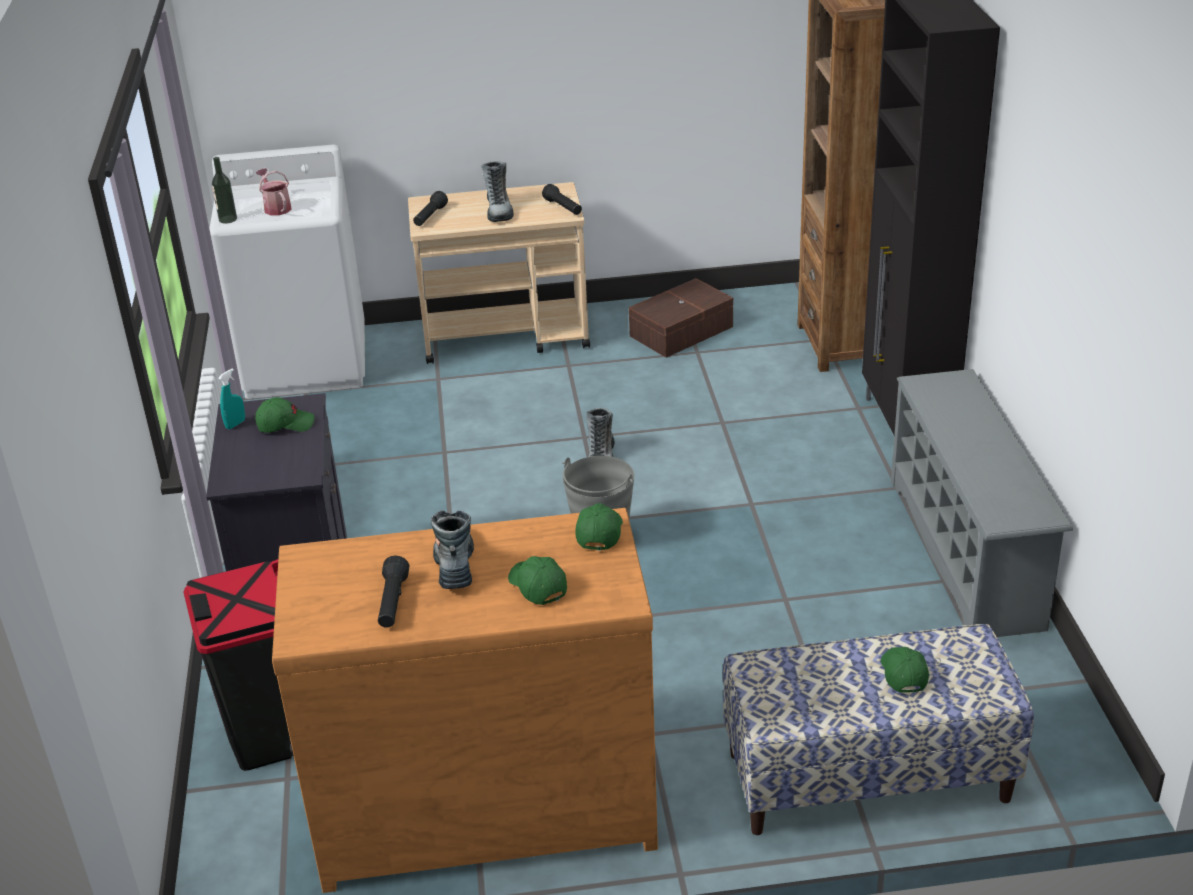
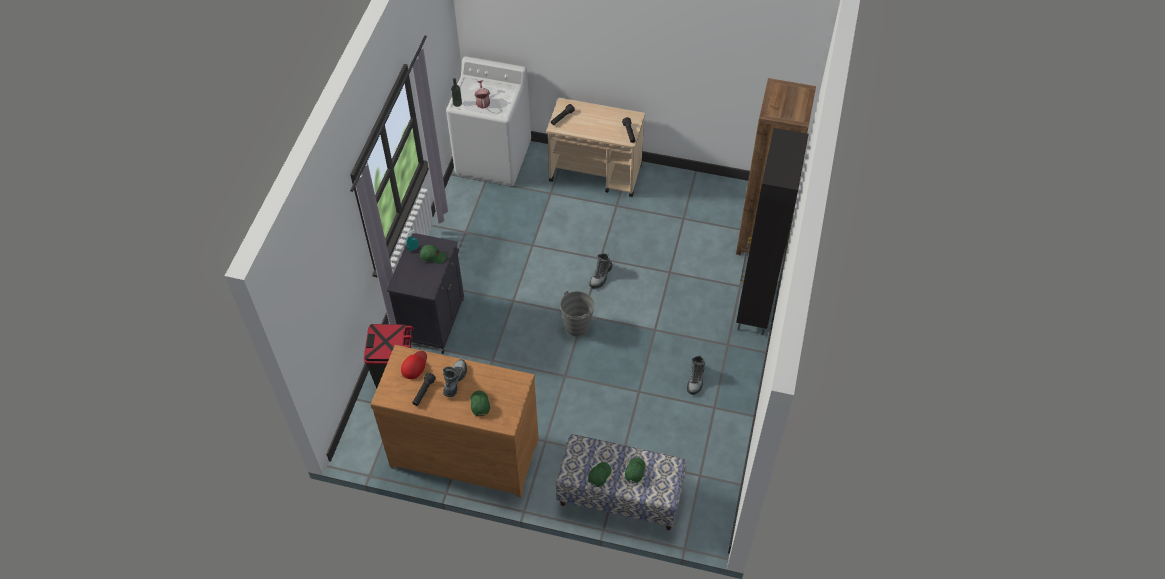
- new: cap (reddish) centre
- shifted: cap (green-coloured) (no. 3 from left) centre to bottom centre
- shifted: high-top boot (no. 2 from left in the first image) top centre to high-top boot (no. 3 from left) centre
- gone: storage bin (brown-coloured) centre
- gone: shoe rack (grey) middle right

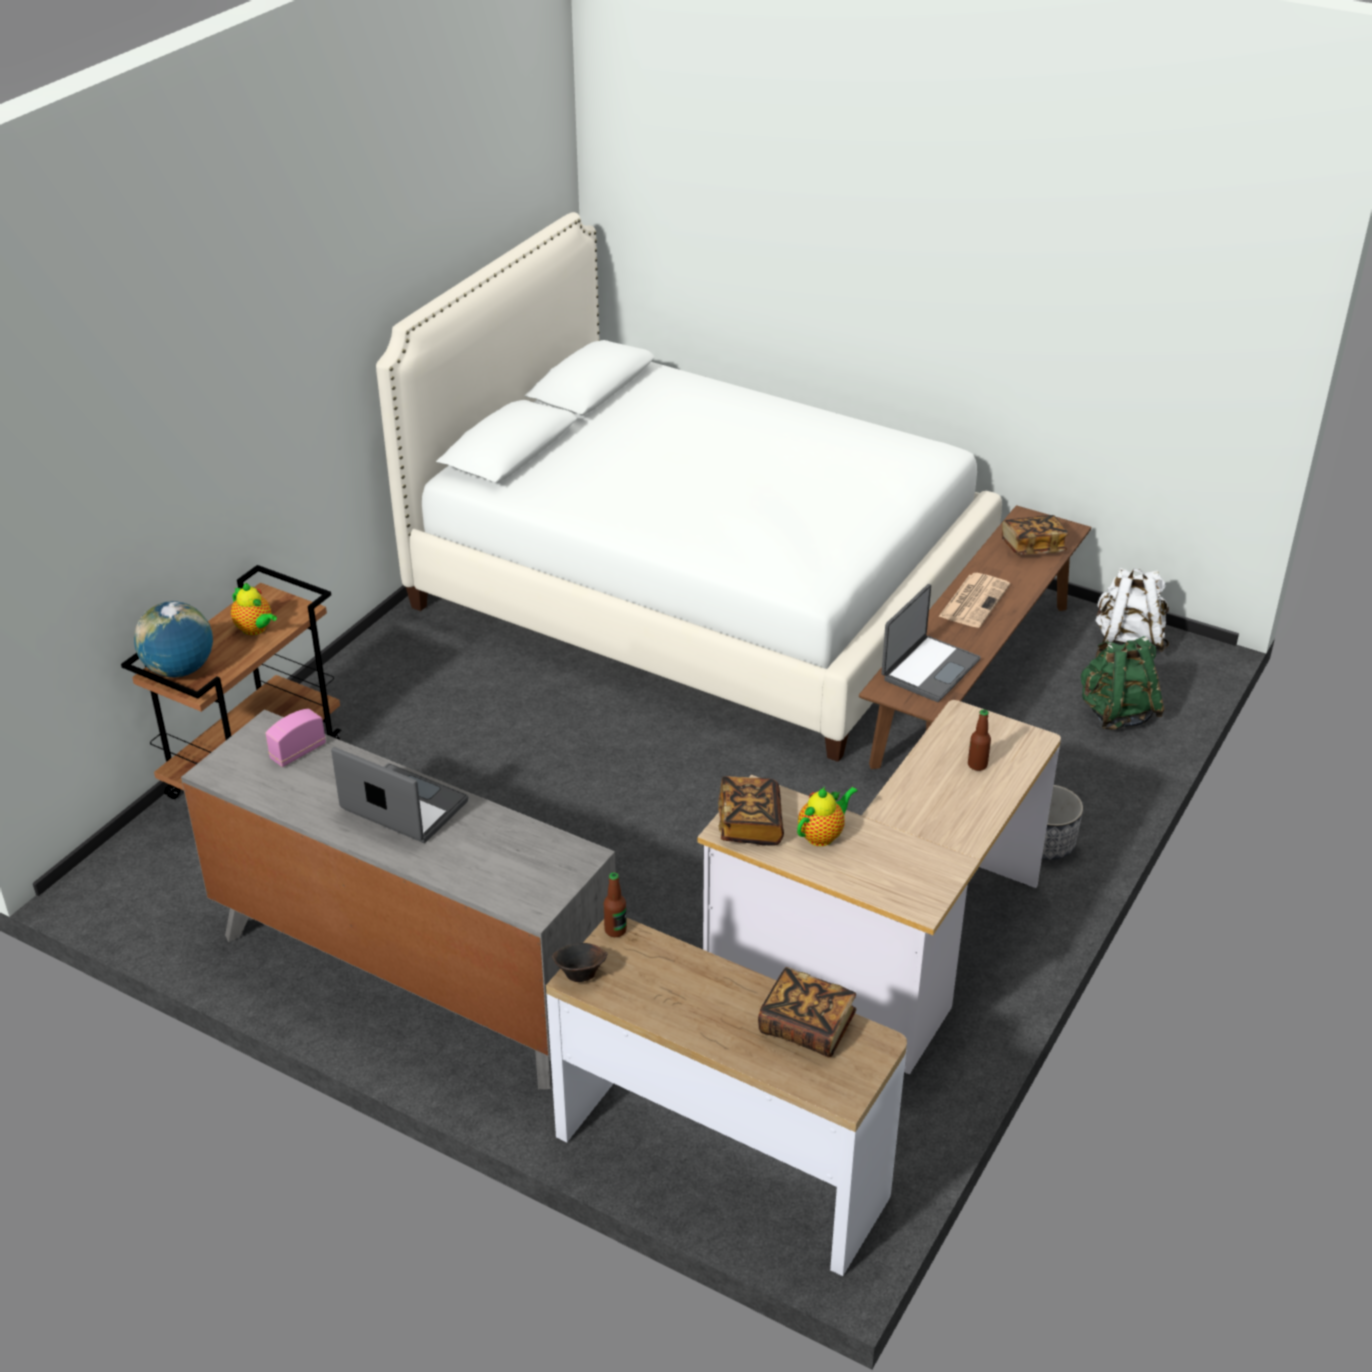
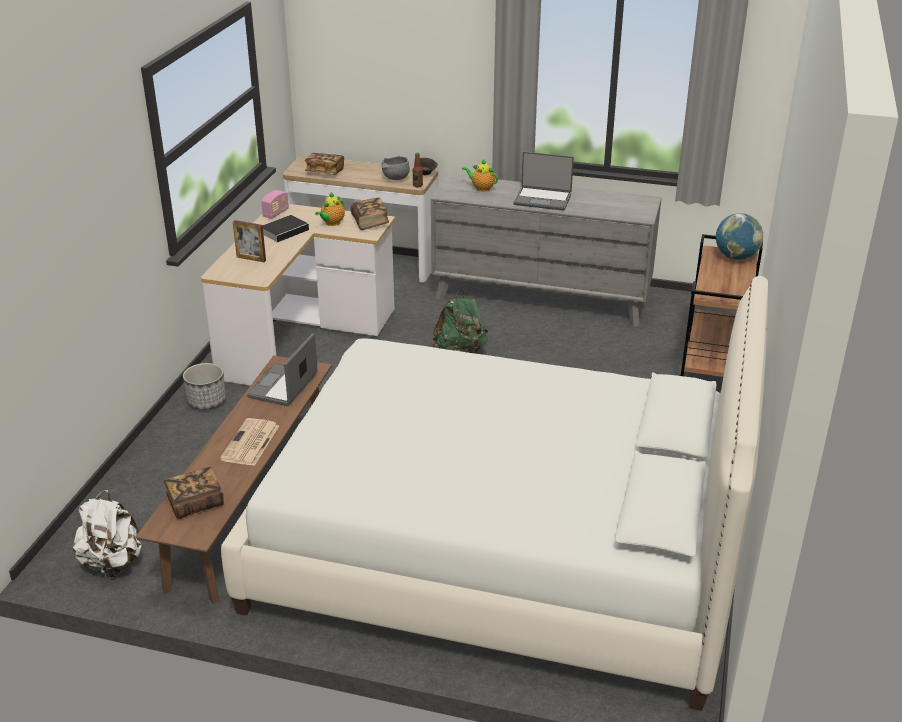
- swapped: drink bottle (no. 2 from left) middle right to standing frame middle left
- shifted: radio set middle left to top left
- new: volume (no. 2 from left) top left
- new: bowl (grey) top centre
- shifted: rucksack (green-coloured) middle right to centre
- shifted: pot for tea (no. 1 from left in the first image) middle left to pot for tea (no. 2 from left) top centre

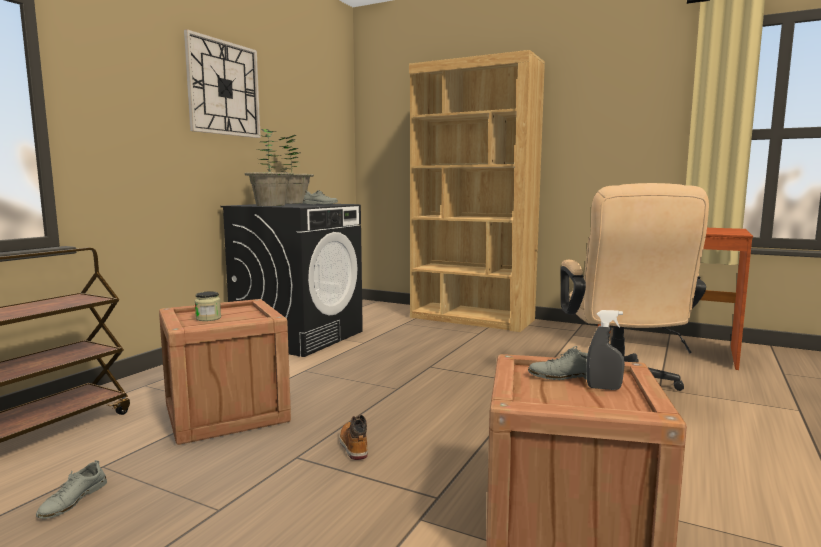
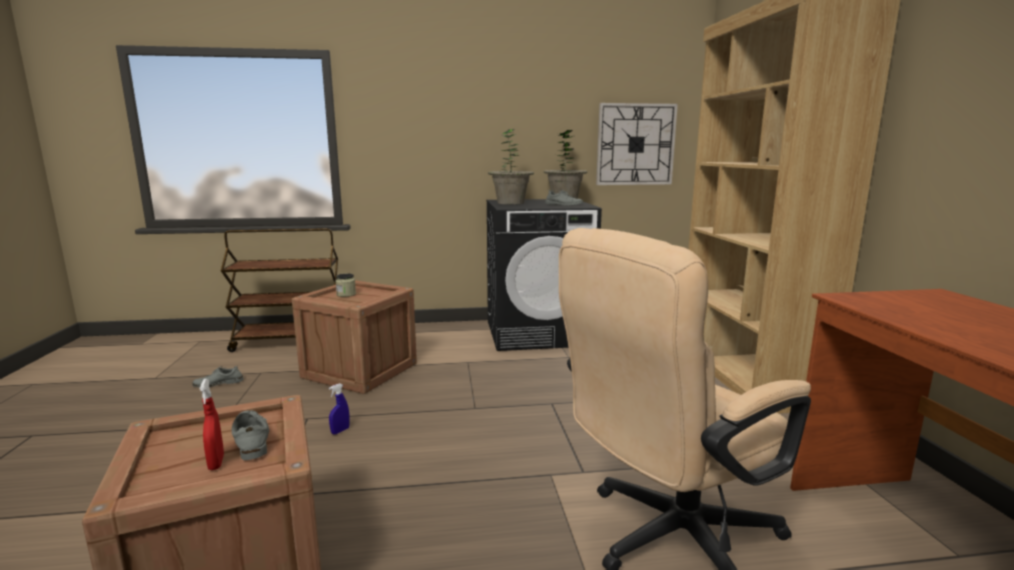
- repainted: hand sprayer (grey) middle right to hand sprayer (reddish) bottom left
- swapped: high-top boot bottom centre to hand sprayer (blue) bottom centre
- shifted: clock on the wall top left to top centre

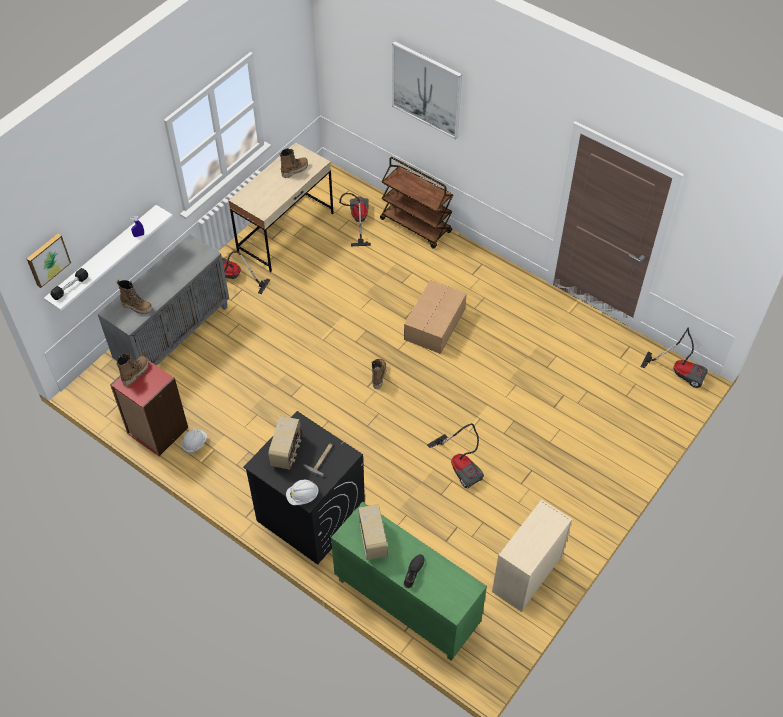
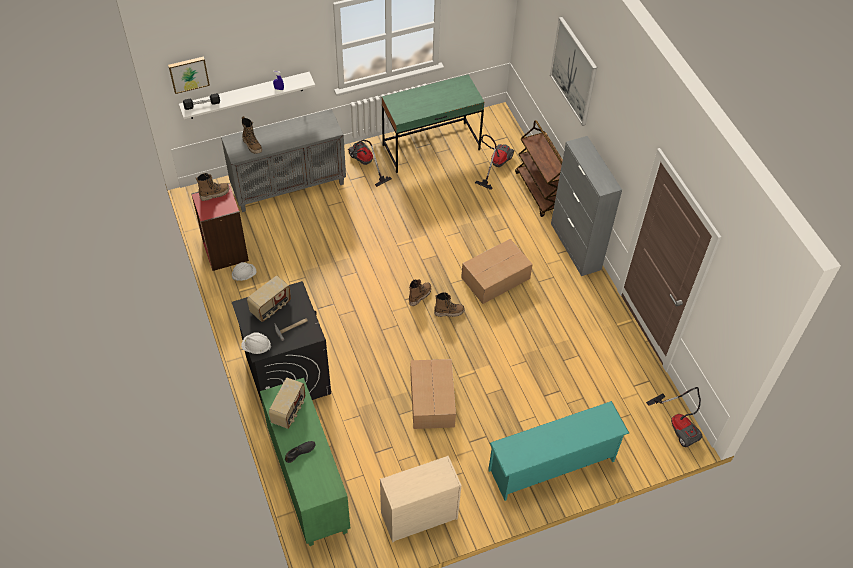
- repainted: desk table (beige) top centre to desk table (green-coloured) top centre
- swapped: vacuum cleaner (no. 3 from left) centre to packing box (no. 1 from left) bottom centre
- shifted: high-top boot (no. 3 from left in the first image) top centre to high-top boot (no. 4 from left) centre
- new: shoe rack (turquoise-coloured) bottom centre
- new: cabinet (grey) (no. 2 from left) middle right

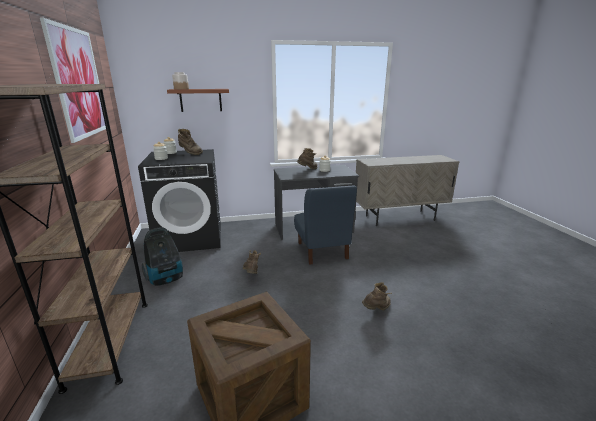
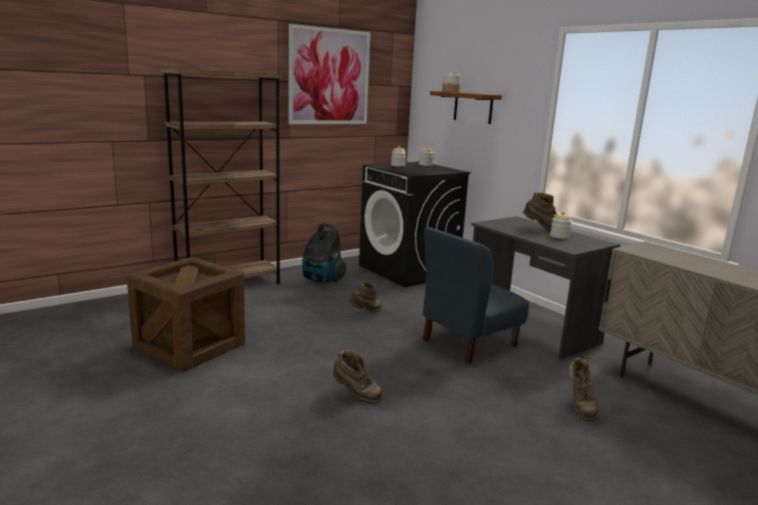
- shifted: high-top boot (brown-coloured) (no. 1 from left in the first image) middle left to high-top boot (brown-coloured) (no. 4 from left) bottom right

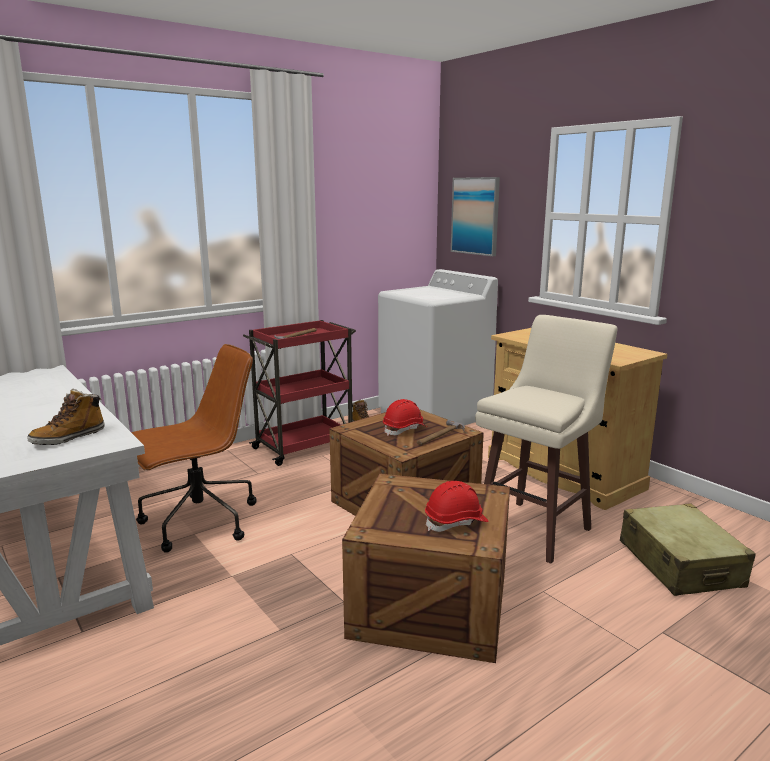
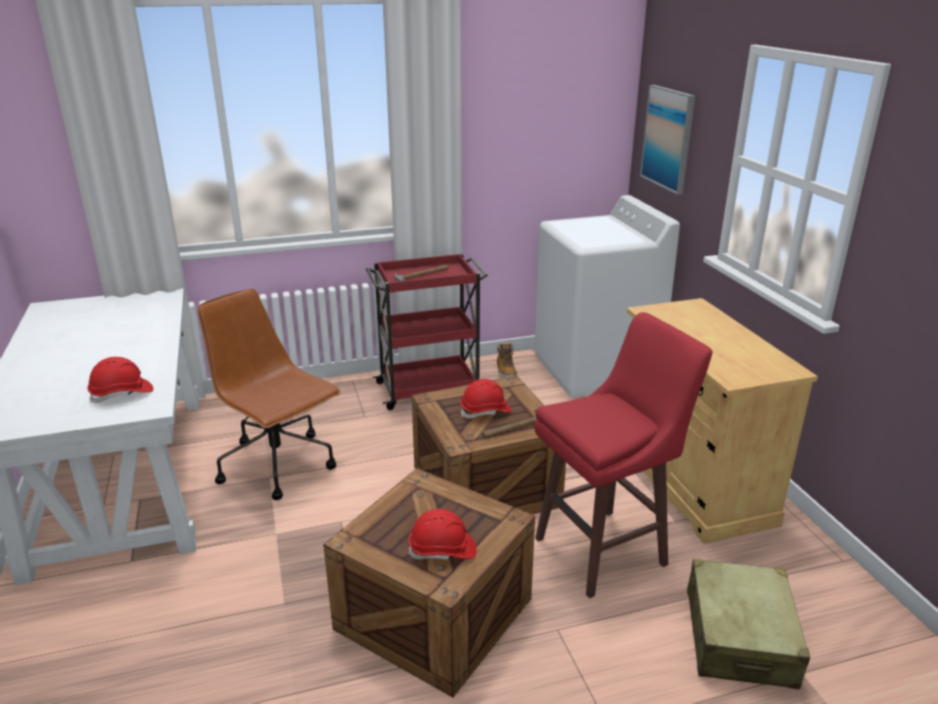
- swapped: high-top boot (no. 1 from left) middle left to hard hat (reddish) (no. 1 from left) middle left
- rotated: computer chair (brown-coloured) middle left = middle left 120 degrees counterclockwise
- repainted: stool seat (beige) middle right to stool seat (reddish) centre

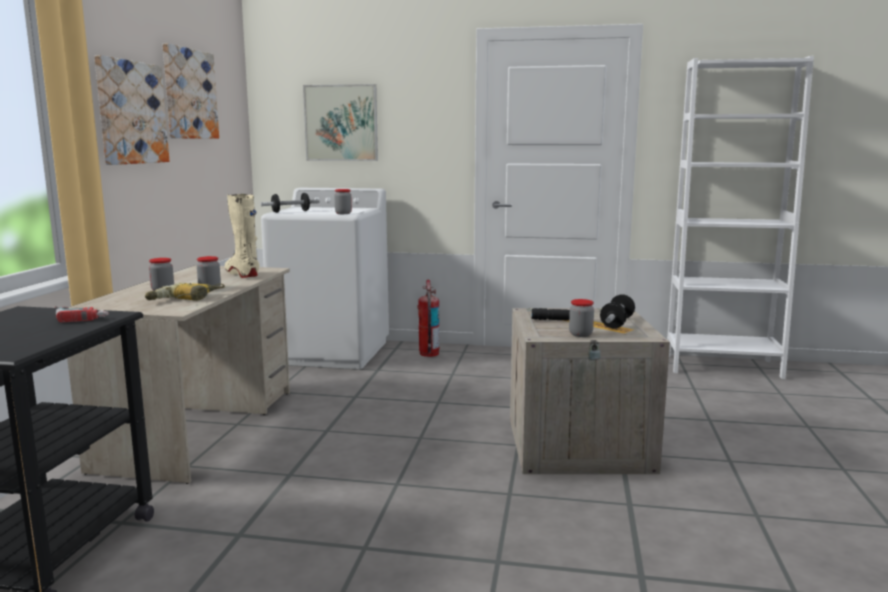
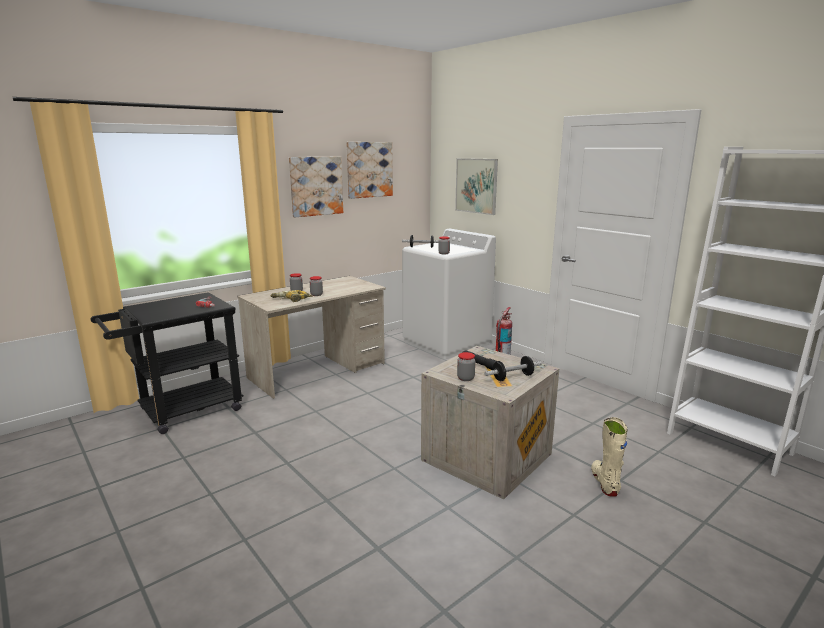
- shifted: high-top boot (beige) middle left to bottom right

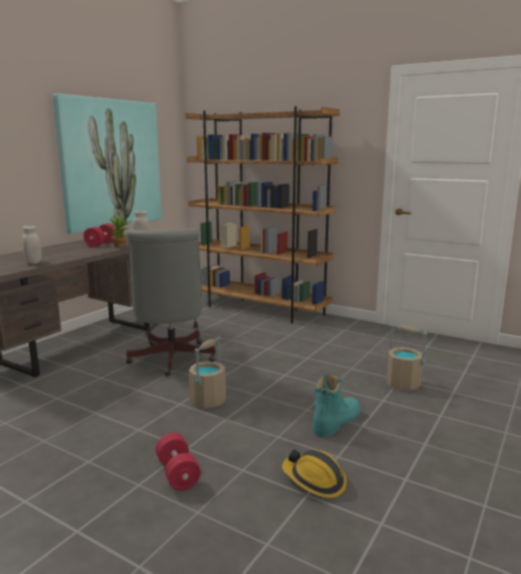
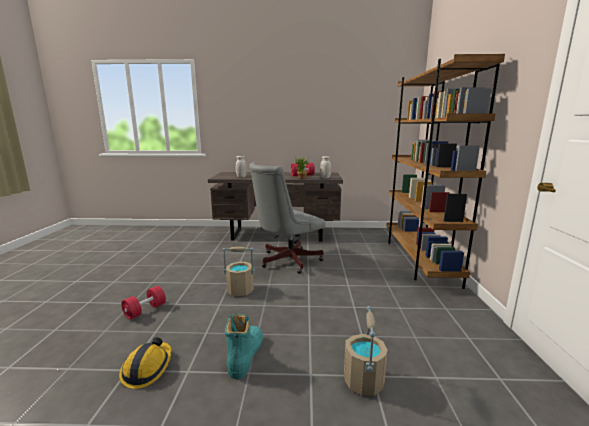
- rotated: high-top boot (turquoise-coloured) bottom centre = bottom centre 90 degrees counterclockwise
- gone: picture top left

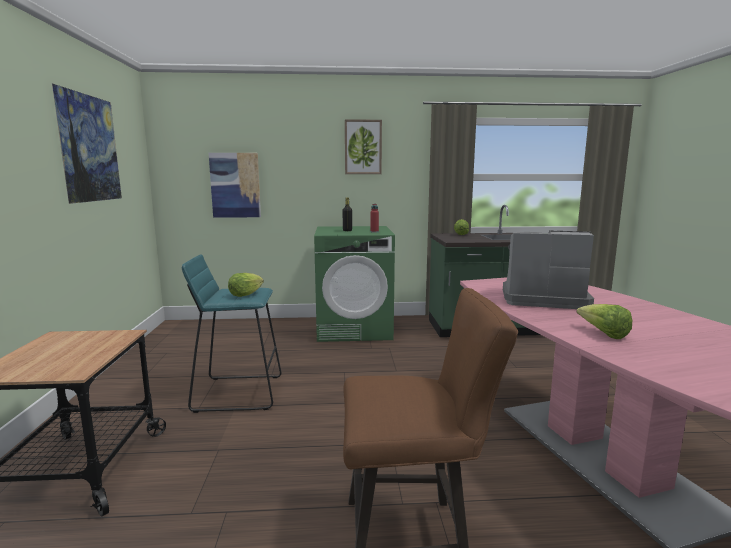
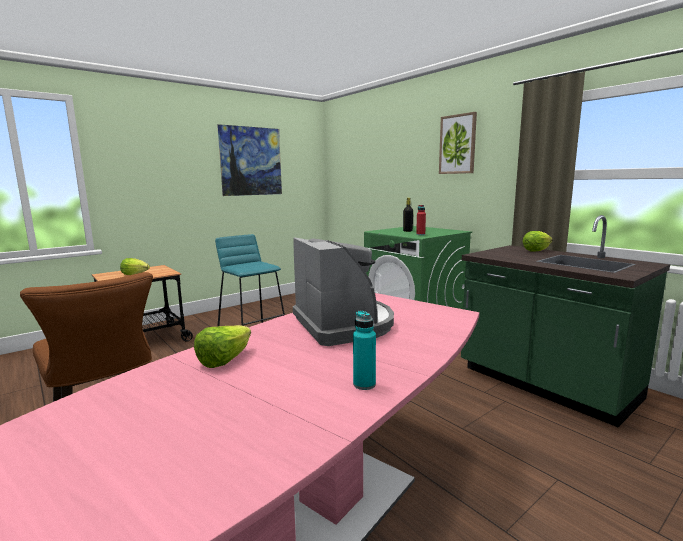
- shifted: lettuce (no. 1 from left) centre to middle left
- new: drink bottle (turquoise-coloured) centre
- gone: picture (no. 2 from left) middle left

